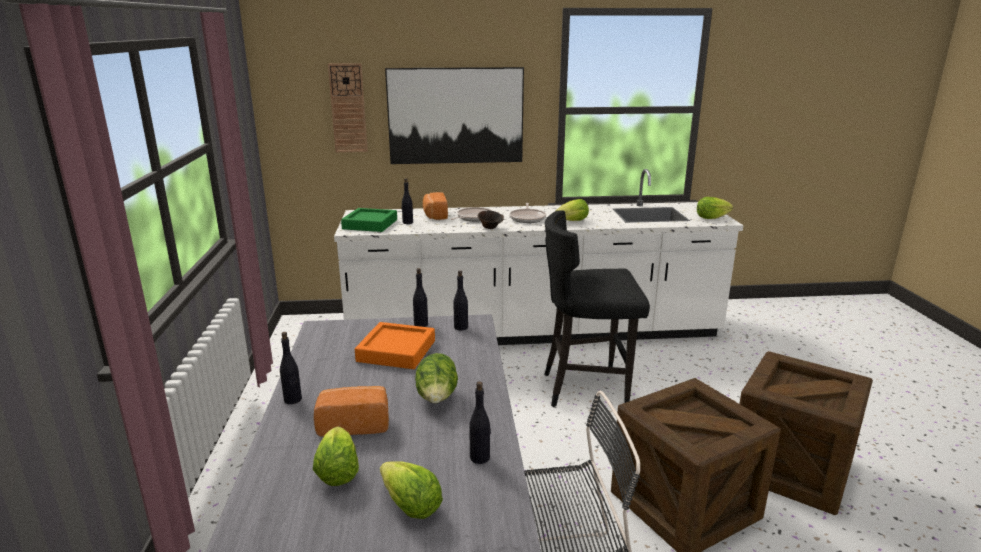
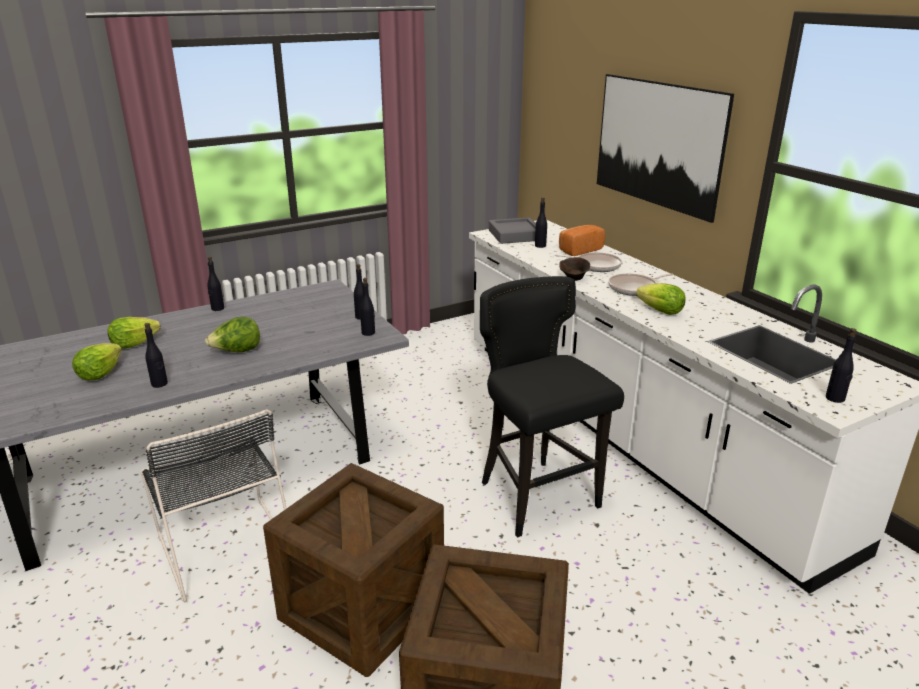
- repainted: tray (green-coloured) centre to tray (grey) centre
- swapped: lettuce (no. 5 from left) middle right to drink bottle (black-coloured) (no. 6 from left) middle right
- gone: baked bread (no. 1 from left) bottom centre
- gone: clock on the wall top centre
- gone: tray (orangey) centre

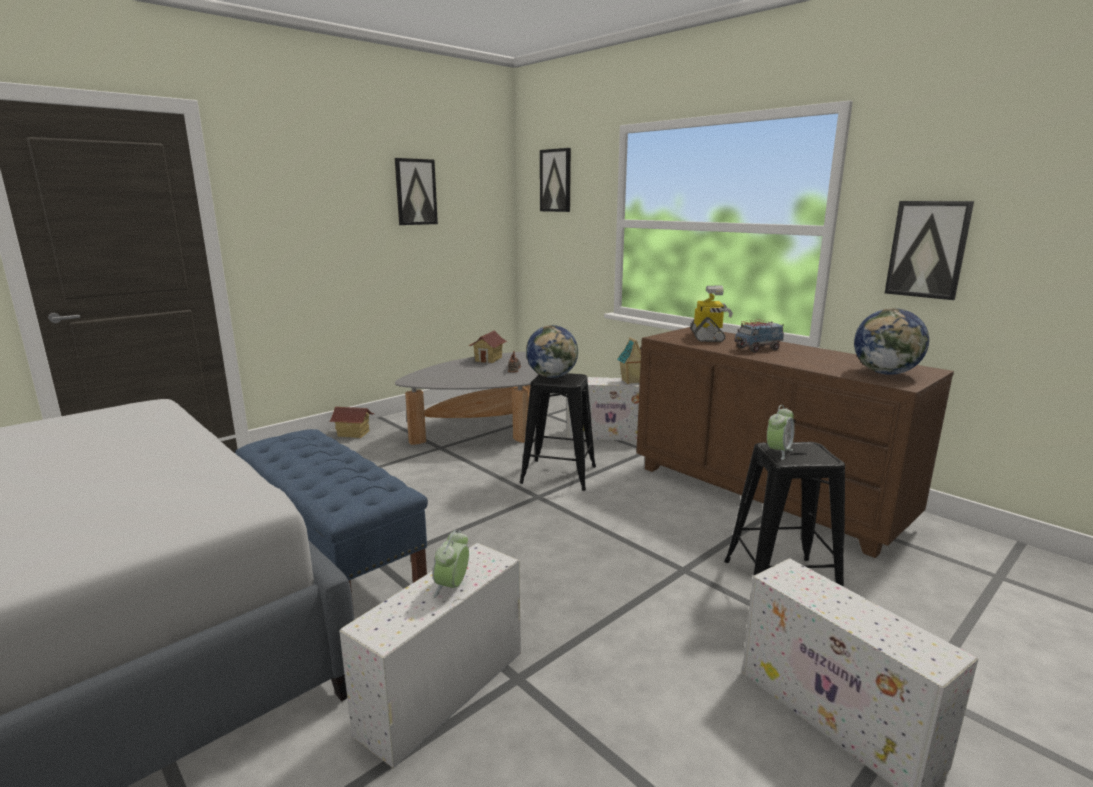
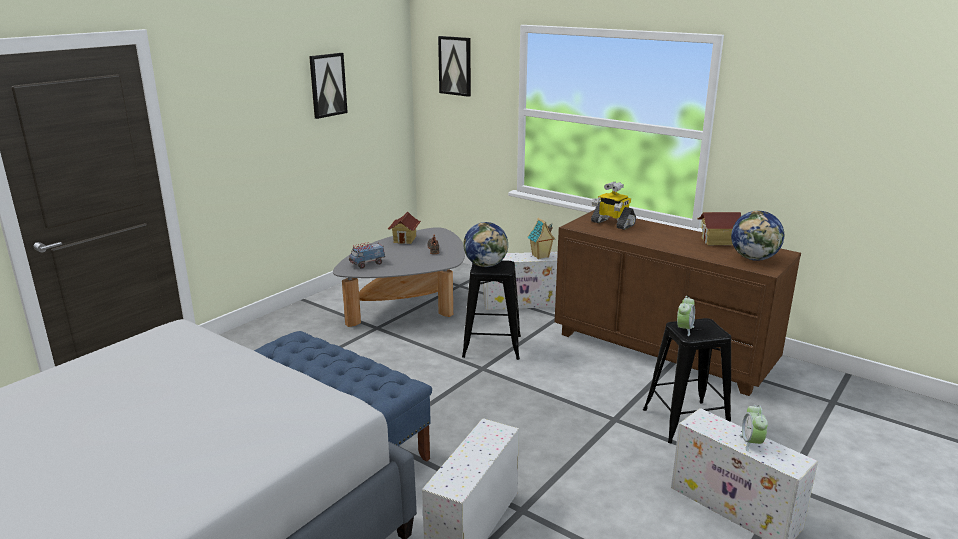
- shifted: toy truck middle right to centre
- rotated: model robot centre = centre 135 degrees clockwise
- shifted: miniature house (no. 1 from left in the first image) middle left to miniature house (no. 3 from left) middle right
- shifted: bedside clock (no. 1 from left in the first image) bottom centre to bedside clock (no. 2 from left) bottom right
- gone: picture (no. 3 from left) top right

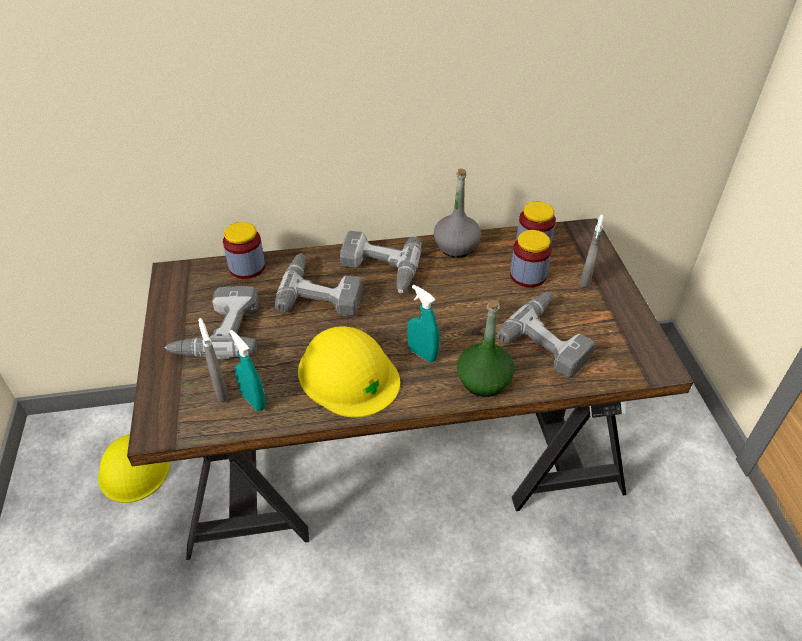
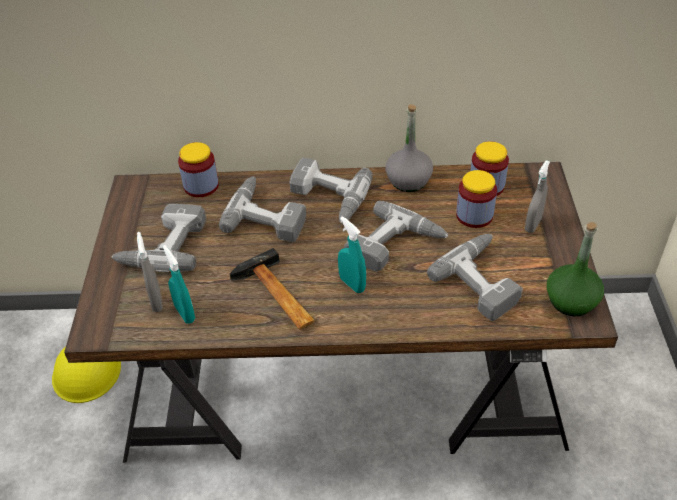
- swapped: hard hat (yellowish) (no. 2 from left) centre to hammer centre
- new: electric drill (no. 4 from left) centre
- shifted: drink bottle (green-coloured) centre to middle right

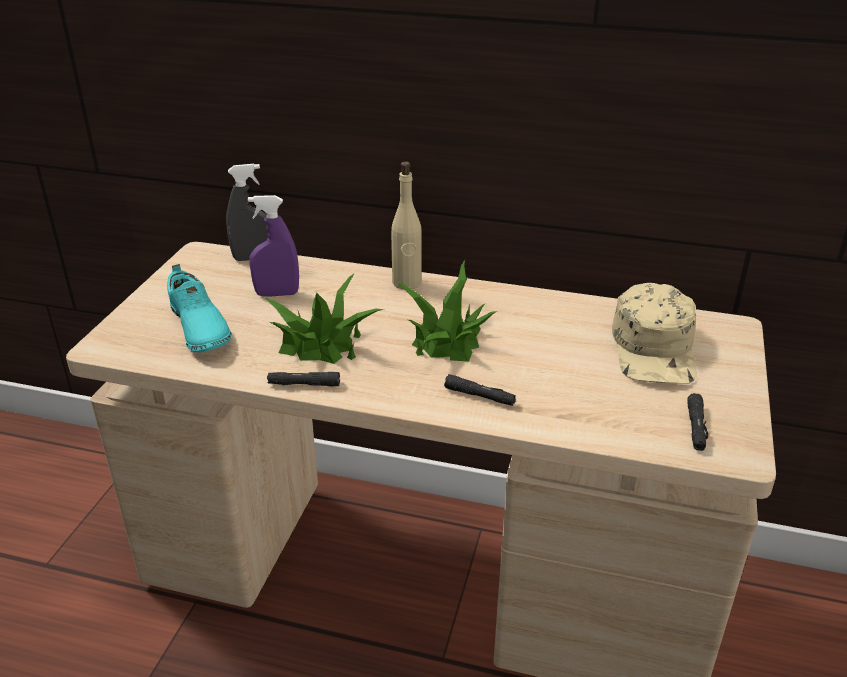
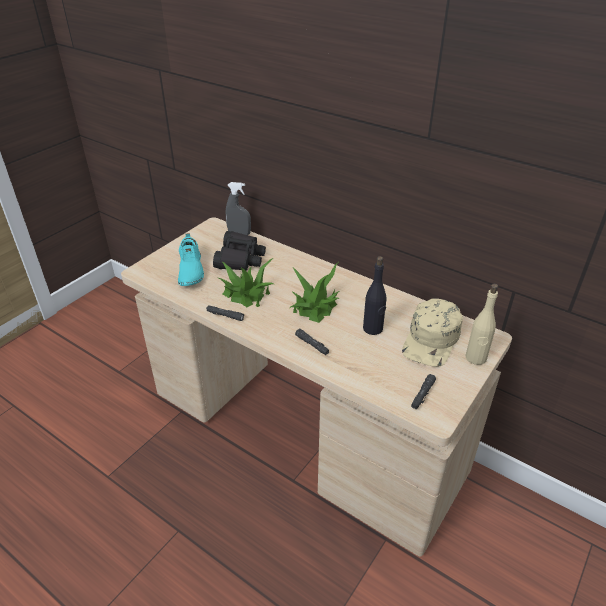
- swapped: hand sprayer (purplish) middle left to field glasses (black-coloured) centre
- new: drink bottle (black-coloured) centre
- shifted: drink bottle (beige) top centre to middle right

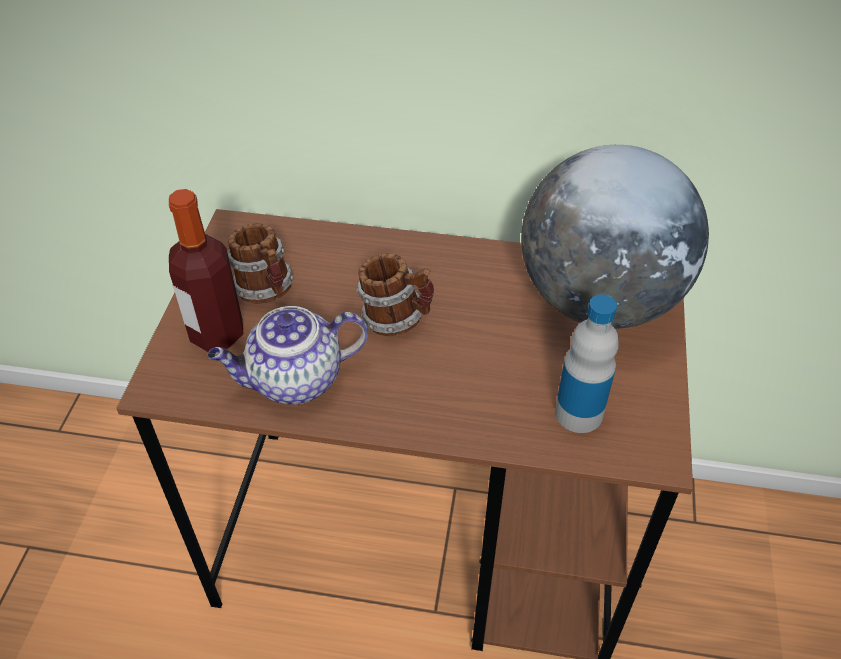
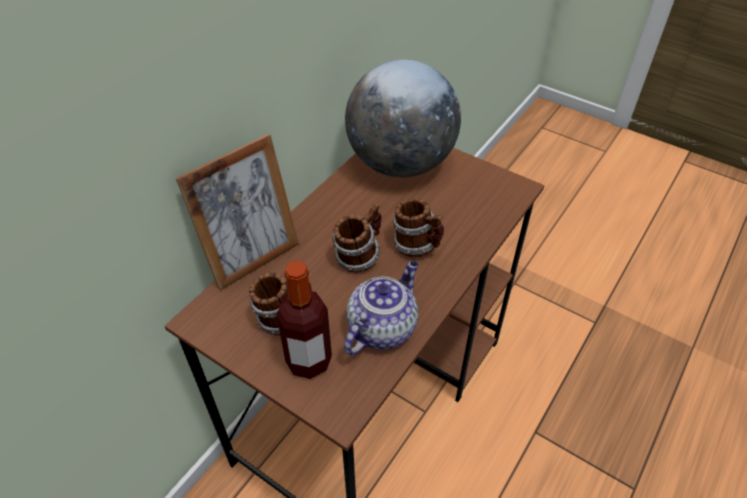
- new: standing frame middle left
- rotated: pot for tea centre = centre 150 degrees counterclockwise
- new: mug (no. 3 from left) centre
- gone: drink bottle (no. 2 from left) middle right

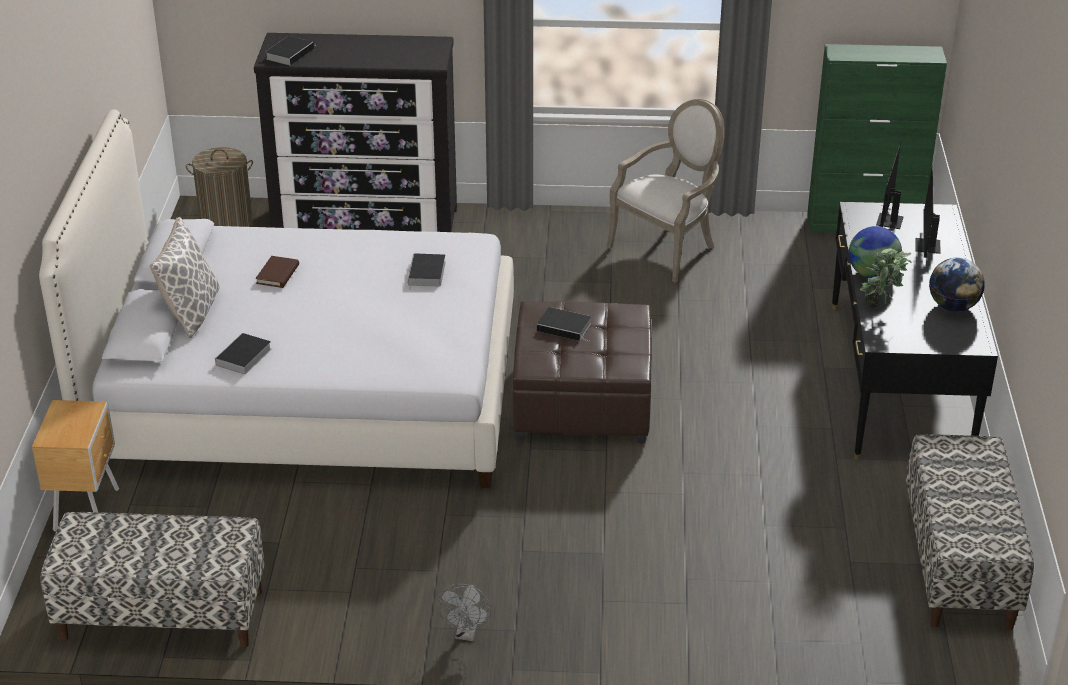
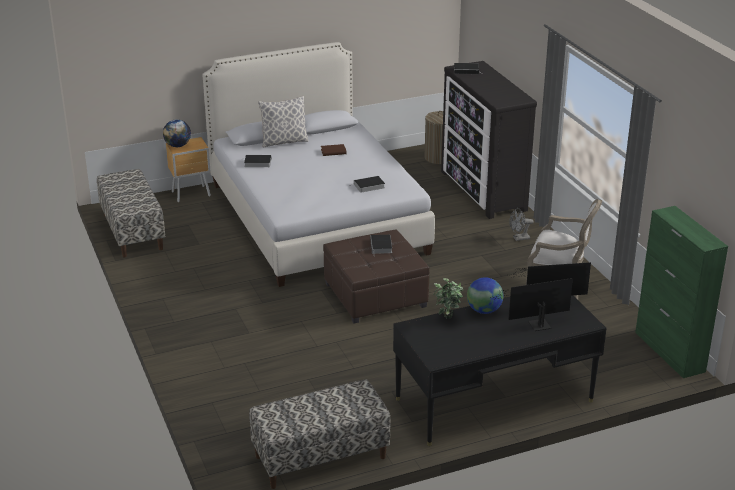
- shifted: world globe (no. 2 from left in the first image) middle right to world globe (no. 1 from left) top left
- shifted: fan (grey) bottom centre to middle right

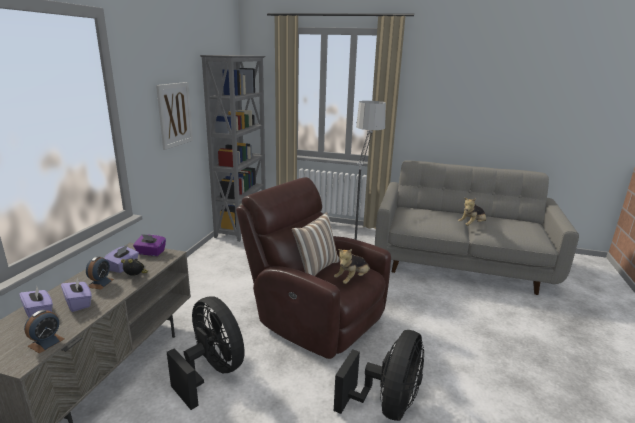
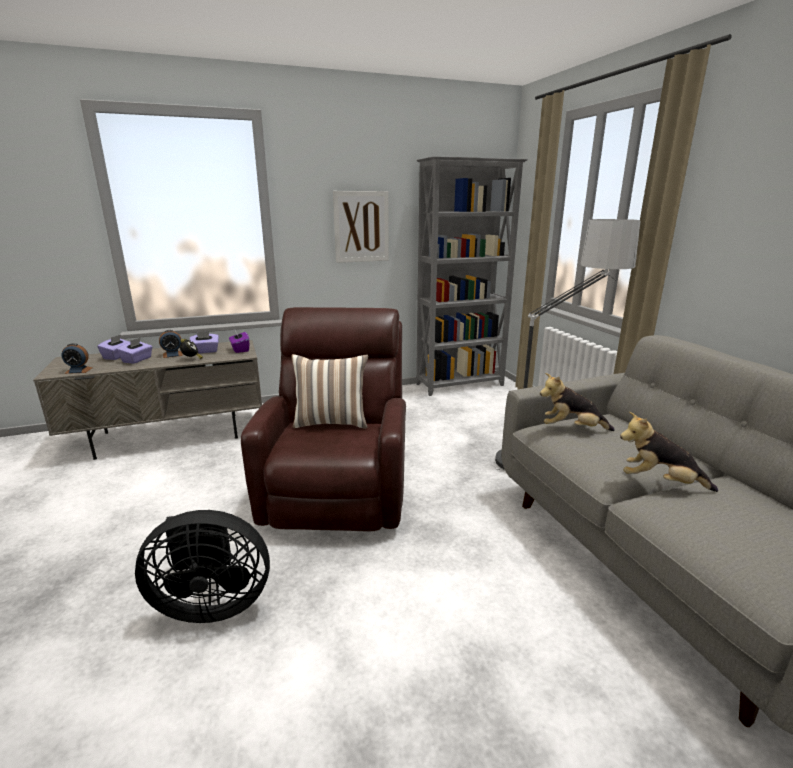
- shifted: plush toy (no. 1 from left) centre to middle right
- gone: fan (black-coloured) (no. 1 from left) bottom left

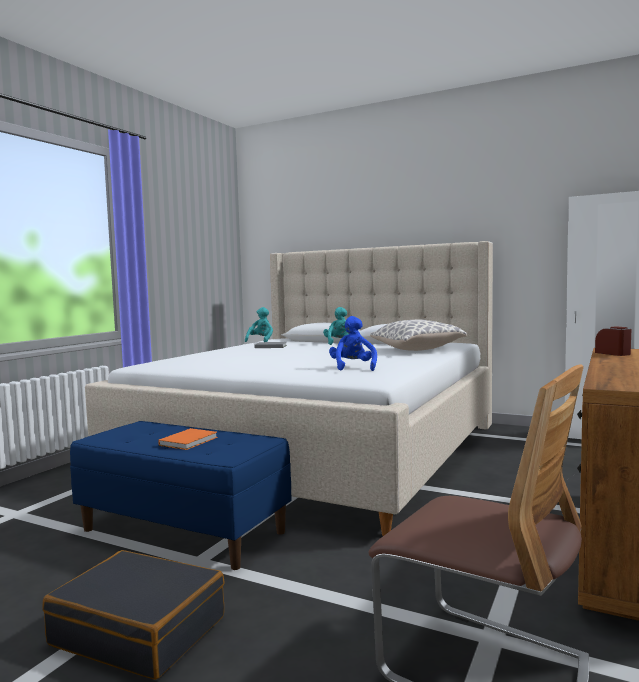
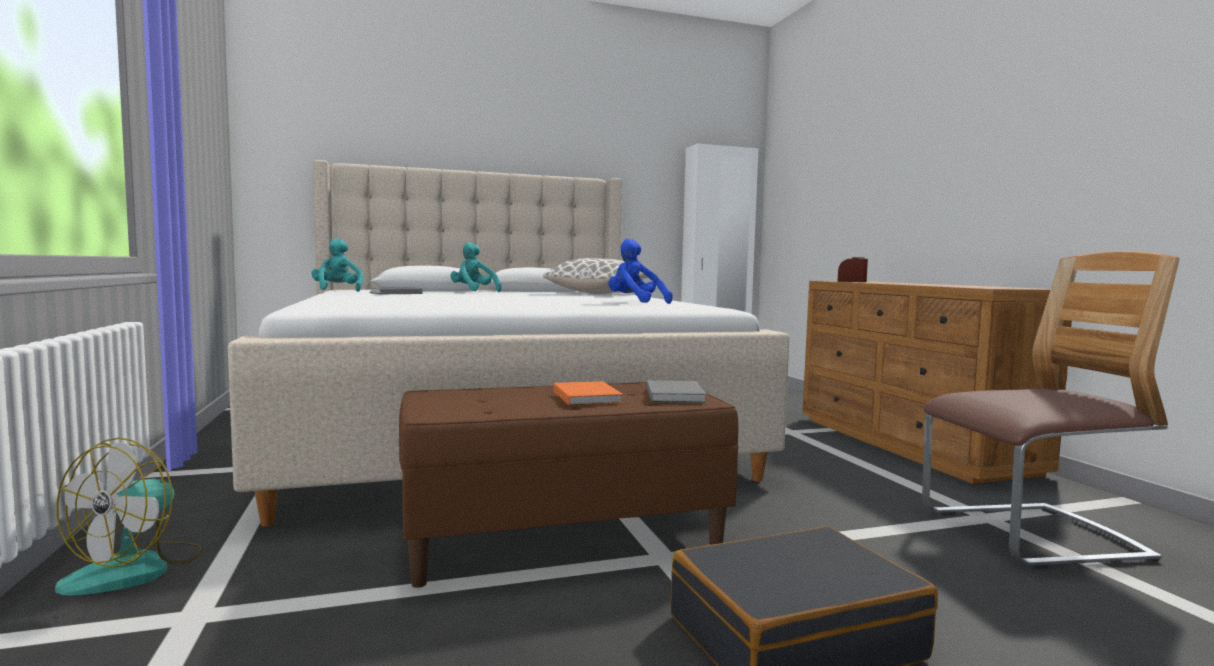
- new: fan bottom left
- repainted: long seat (blue) bottom left to long seat (brown-coloured) bottom centre
- new: volume (grey) (no. 2 from left) centre

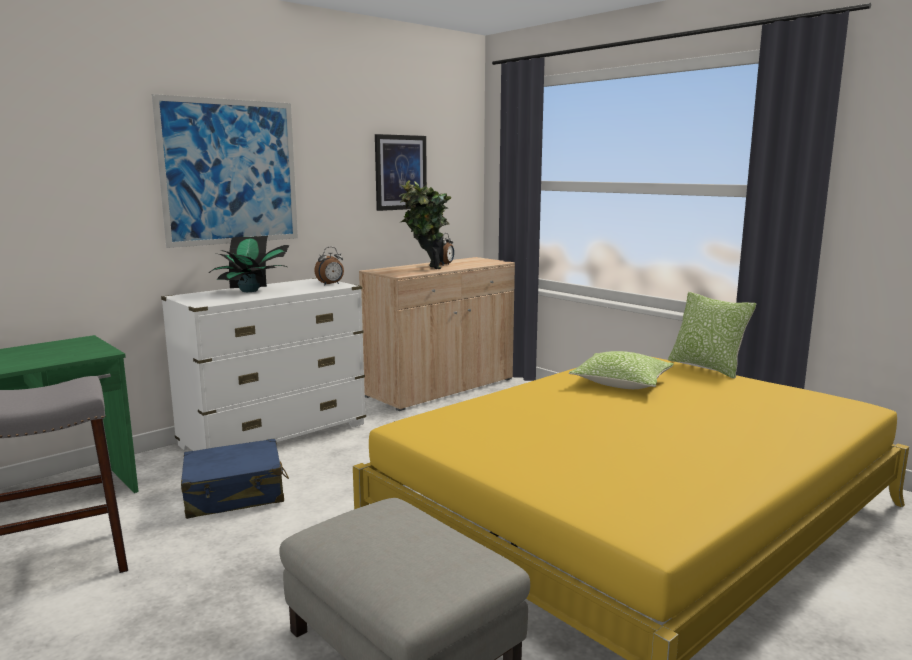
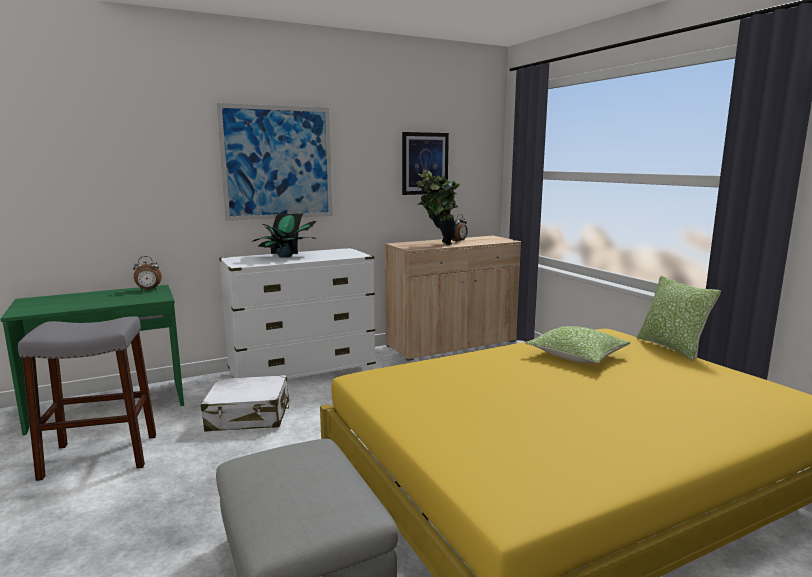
- shifted: bedside clock (no. 1 from left) centre to middle left
- repainted: piece of luggage (blue) bottom left to piece of luggage (white) bottom left

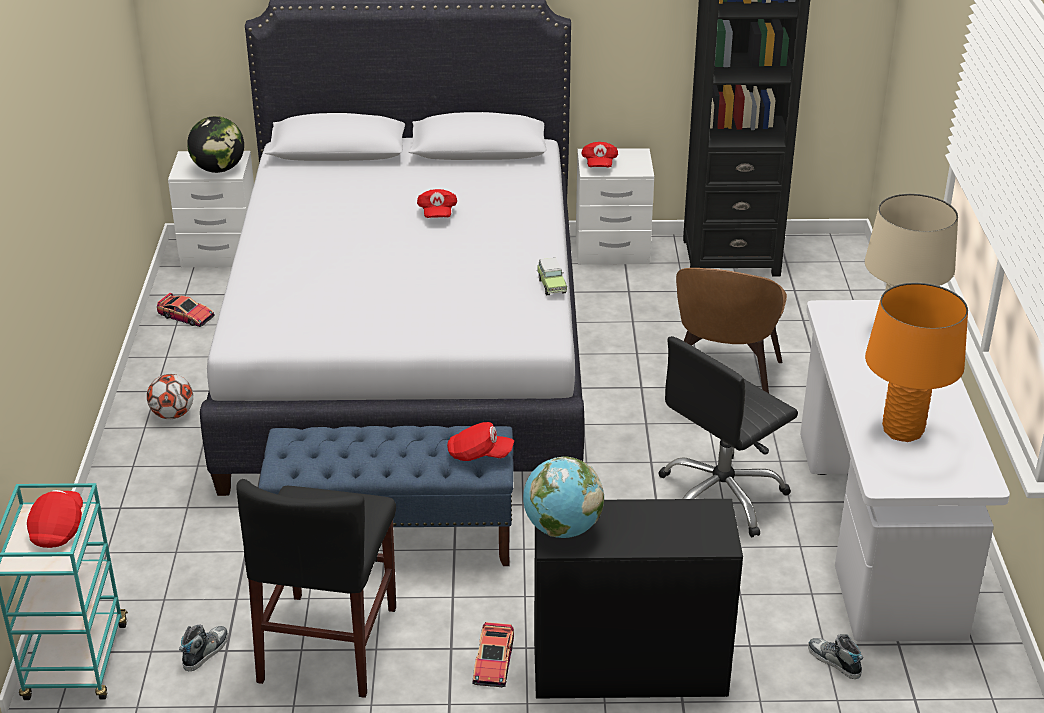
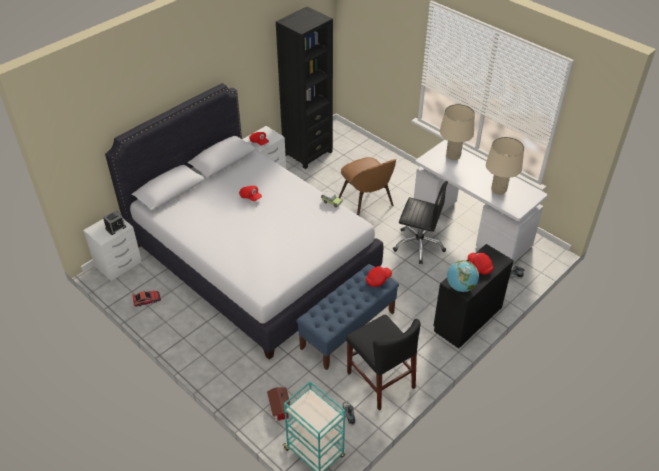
- swapped: world globe (no. 1 from left) top left to bedside clock middle left
- new: miniature house bottom centre
- rotated: computer chair (black-coloured) middle right = centre 75 degrees counterclockwise
- shifted: cap (reddish) (no. 1 from left in the first image) bottom left to cap (reddish) (no. 4 from left) middle right
- repainted: lamp for a table (orangey) middle right to lamp for a table (beige) (no. 2 from left) middle right
- gone: football middle left
- gone: toy car (no. 2 from left) bottom centre

